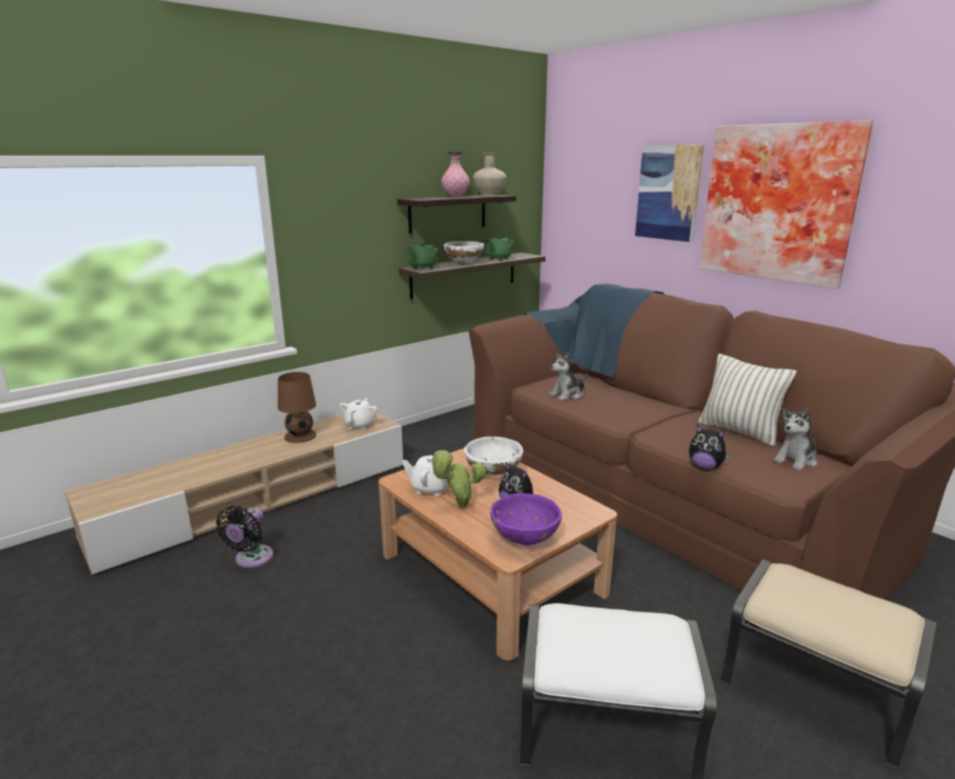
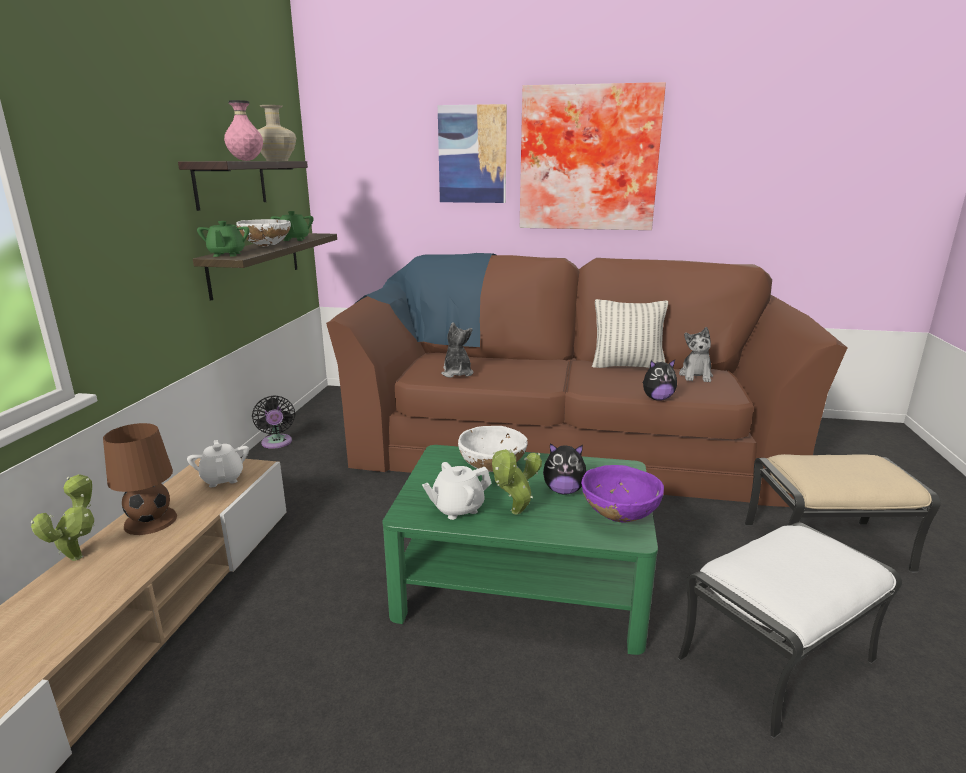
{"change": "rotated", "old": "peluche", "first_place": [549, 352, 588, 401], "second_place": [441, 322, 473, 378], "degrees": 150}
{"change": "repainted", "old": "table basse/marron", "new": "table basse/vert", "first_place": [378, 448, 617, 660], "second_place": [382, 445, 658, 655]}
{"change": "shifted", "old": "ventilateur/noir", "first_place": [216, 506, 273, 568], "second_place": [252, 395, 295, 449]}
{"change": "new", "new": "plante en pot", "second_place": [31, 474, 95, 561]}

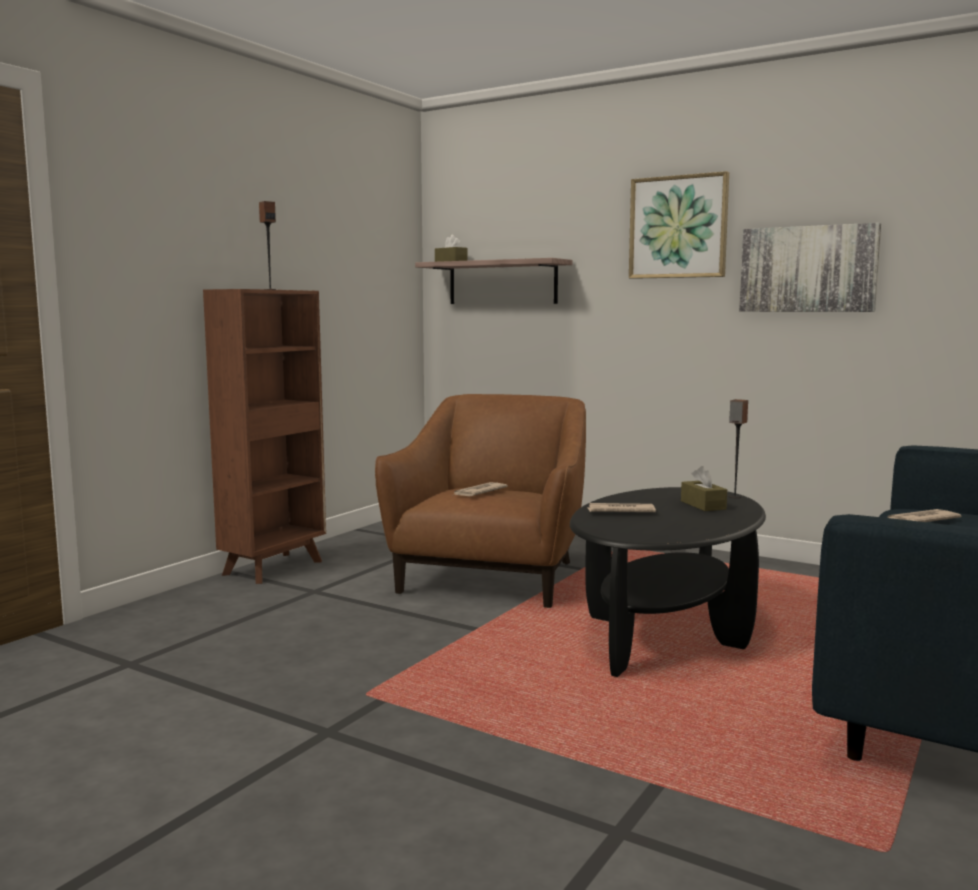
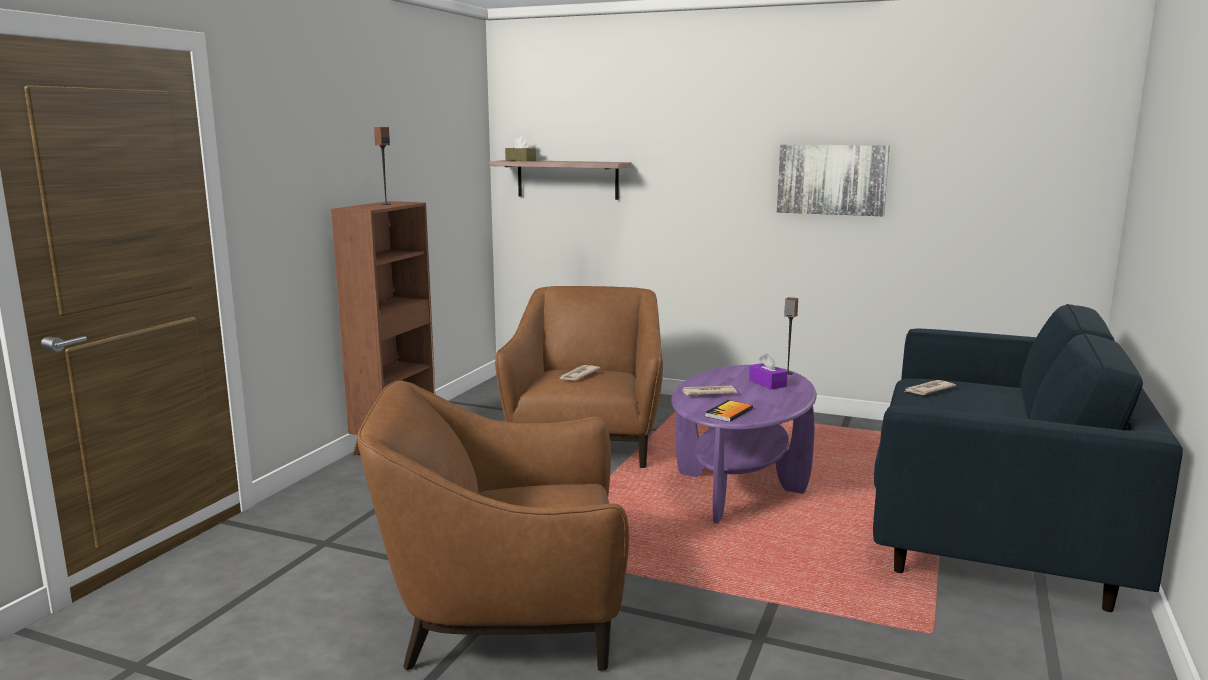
{"change": "gone", "old": "tableau", "first_place": [629, 171, 729, 279]}
{"change": "repainted", "old": "boîte à mouchoirs/marron", "new": "boîte à mouchoirs/violet", "first_place": [681, 466, 727, 511], "second_place": [749, 353, 787, 389]}
{"change": "repainted", "old": "table basse/noir", "new": "table basse/violet", "first_place": [570, 487, 766, 677], "second_place": [671, 365, 817, 523]}
{"change": "new", "new": "fauteuil/marron", "second_place": [358, 381, 629, 671]}
{"change": "new", "new": "livre", "second_place": [705, 400, 753, 422]}

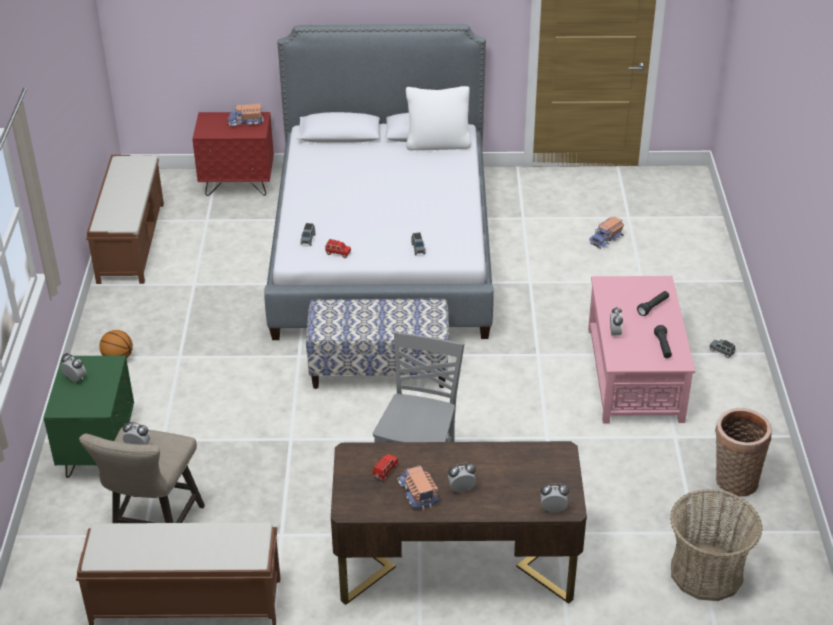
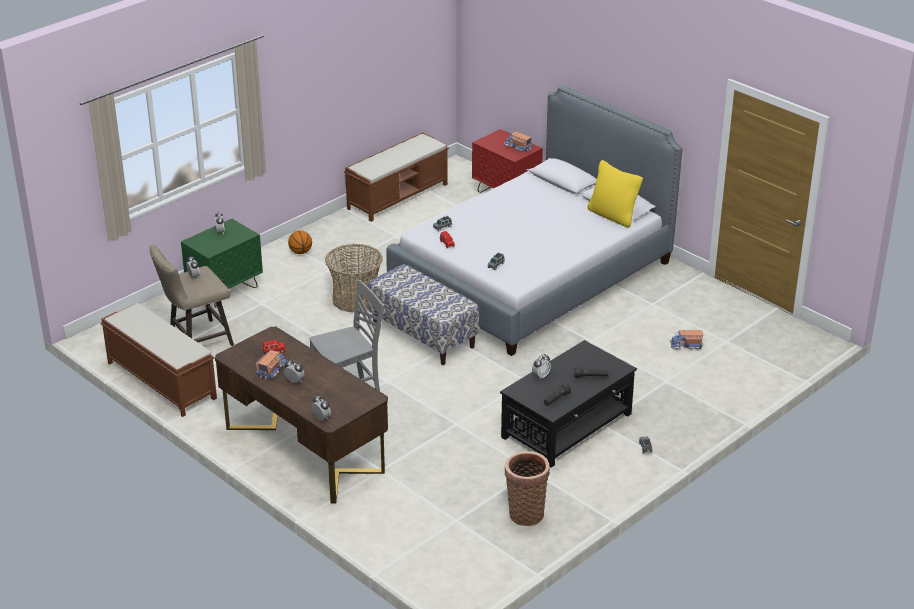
{"change": "repainted", "old": "coussin/blanc", "new": "coussin/jaune", "first_place": [406, 86, 471, 150], "second_place": [587, 160, 643, 227]}
{"change": "repainted", "old": "table basse/rose", "new": "table basse/noir", "first_place": [588, 276, 695, 424], "second_place": [500, 340, 637, 468]}
{"change": "shifted", "old": "panier", "first_place": [670, 489, 763, 601], "second_place": [325, 243, 383, 313]}

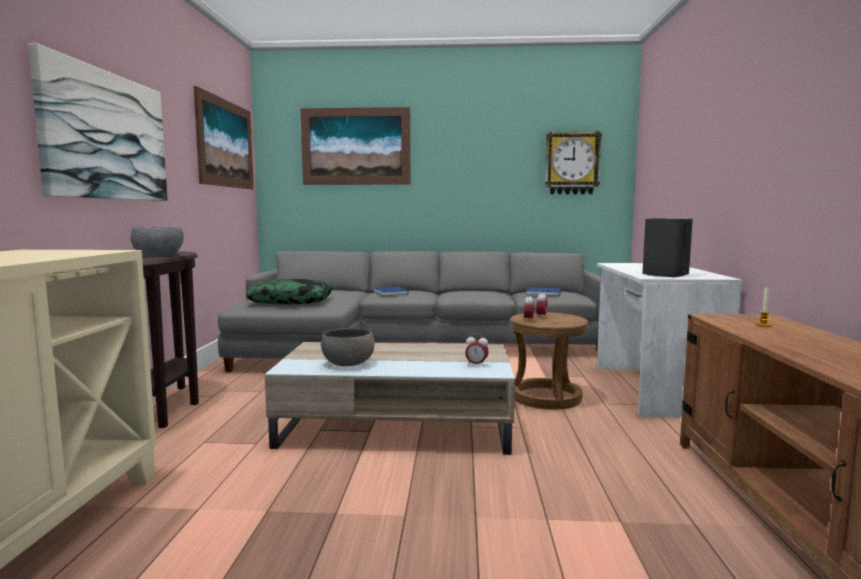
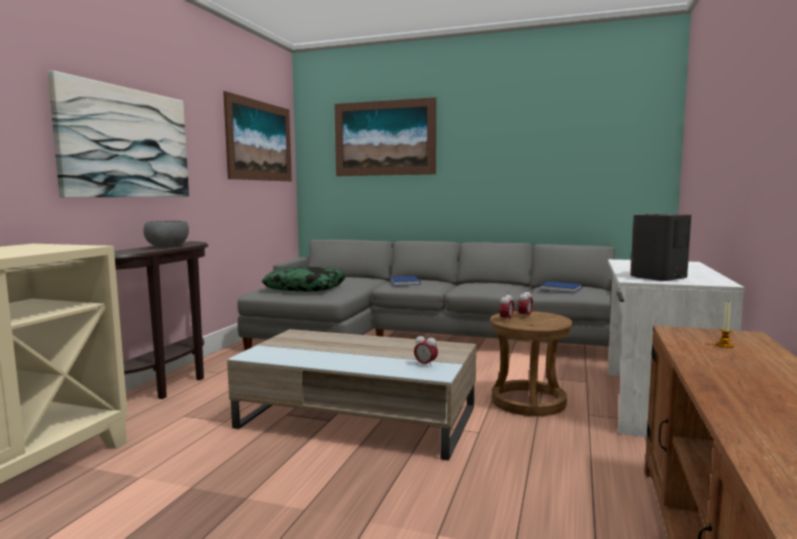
{"change": "gone", "old": "horloge murale", "first_place": [545, 131, 602, 194]}
{"change": "gone", "old": "bol/gris", "first_place": [321, 328, 374, 366]}

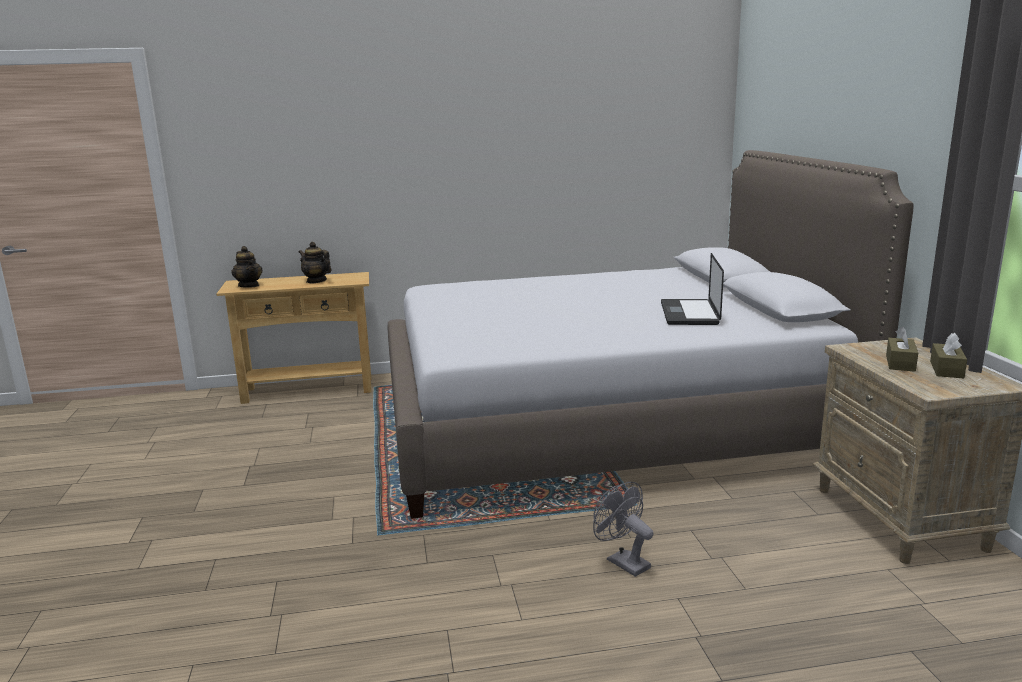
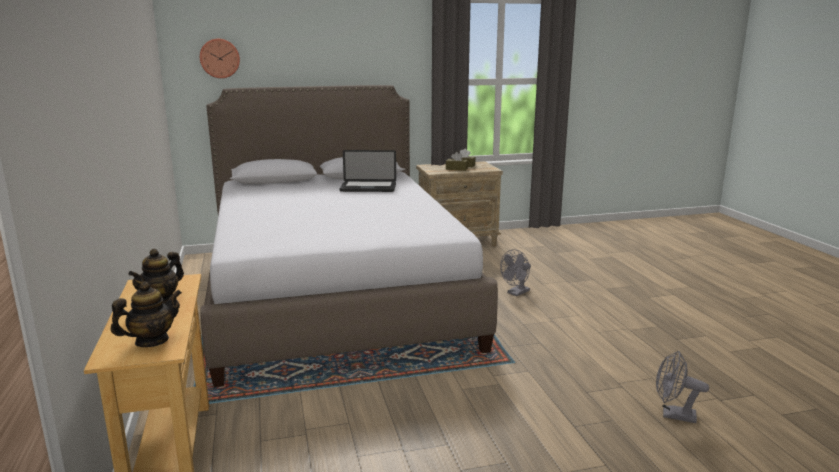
{"change": "new", "new": "horloge murale", "second_place": [200, 39, 240, 78]}
{"change": "new", "new": "ventilateur/gris", "second_place": [656, 351, 709, 423]}

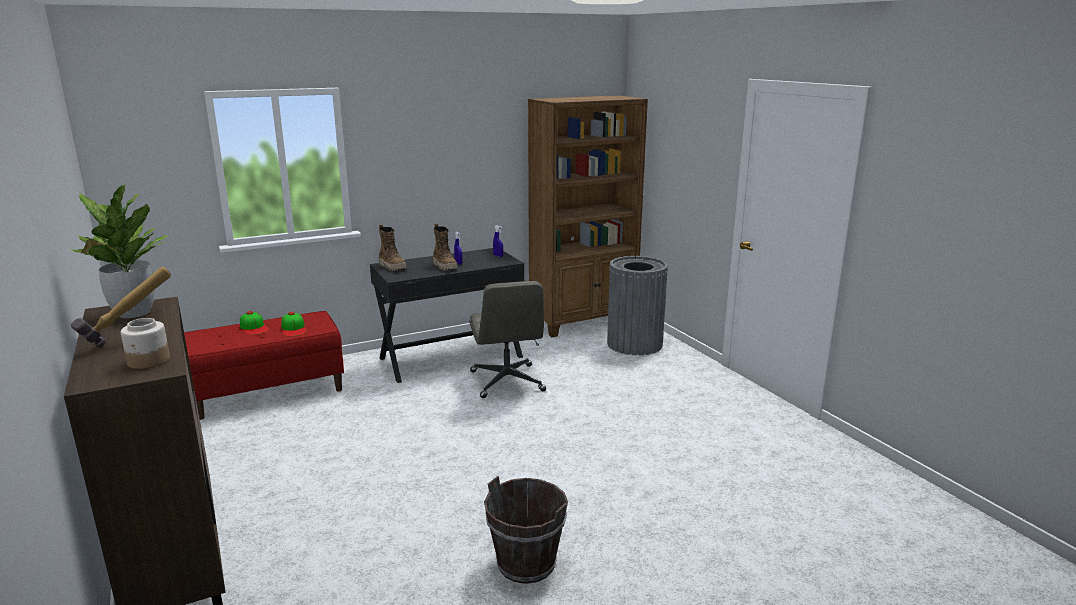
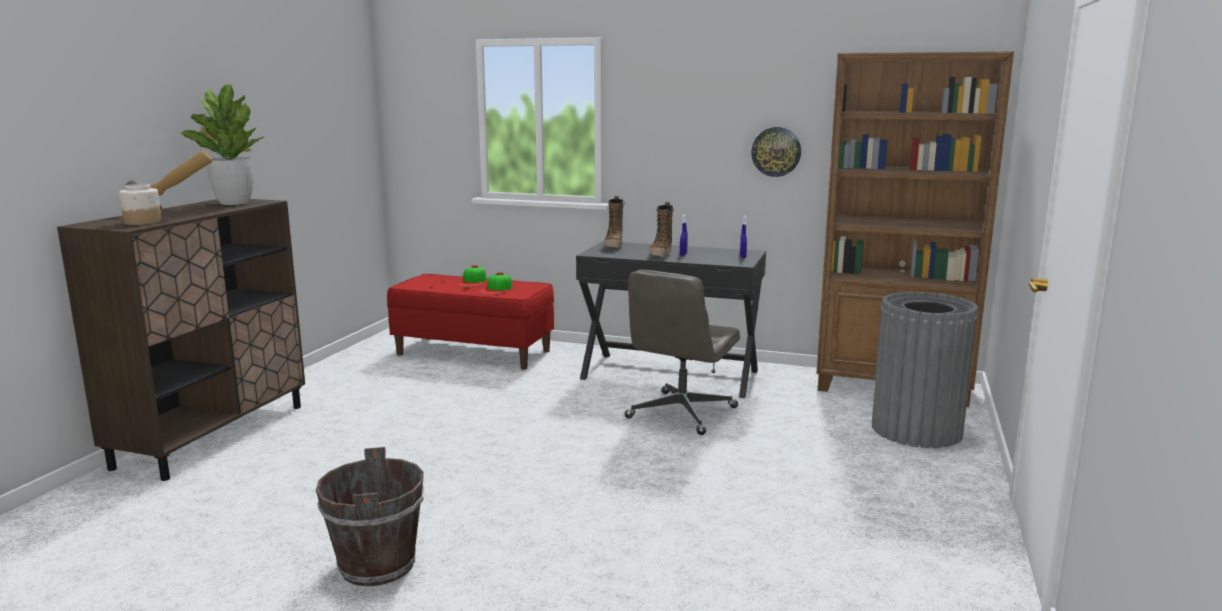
{"change": "new", "new": "horloge murale", "second_place": [751, 127, 801, 177]}

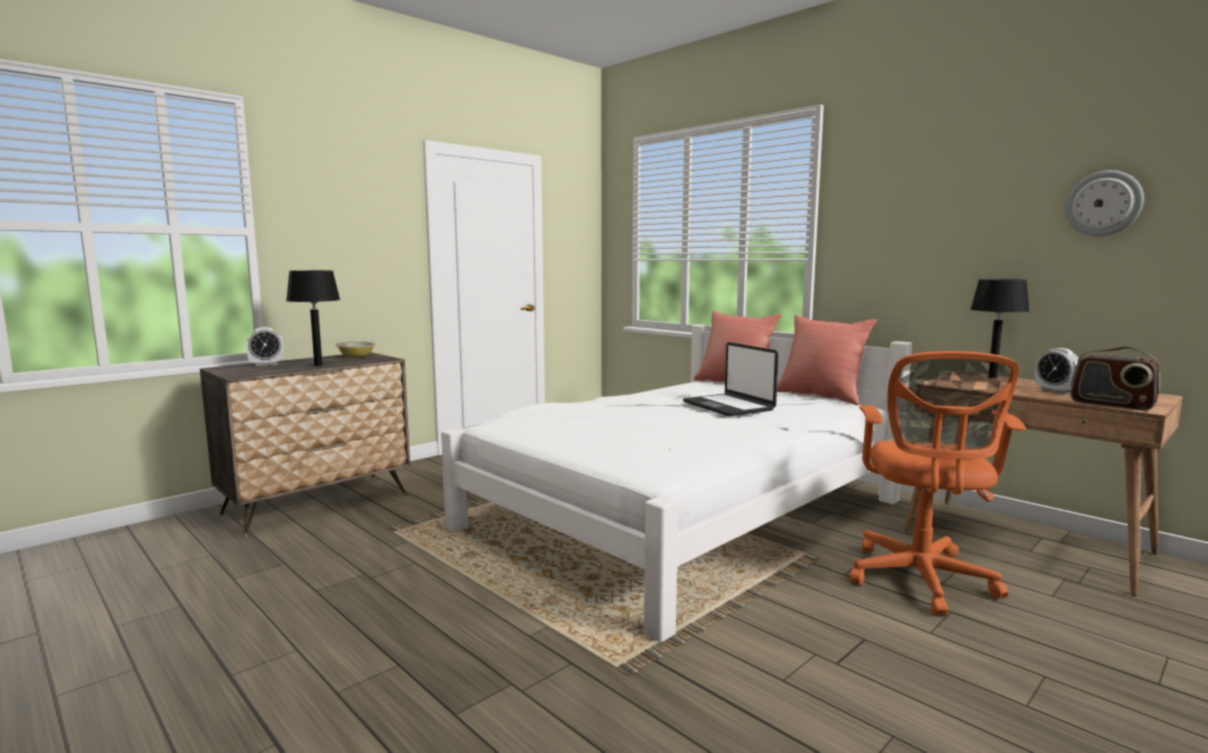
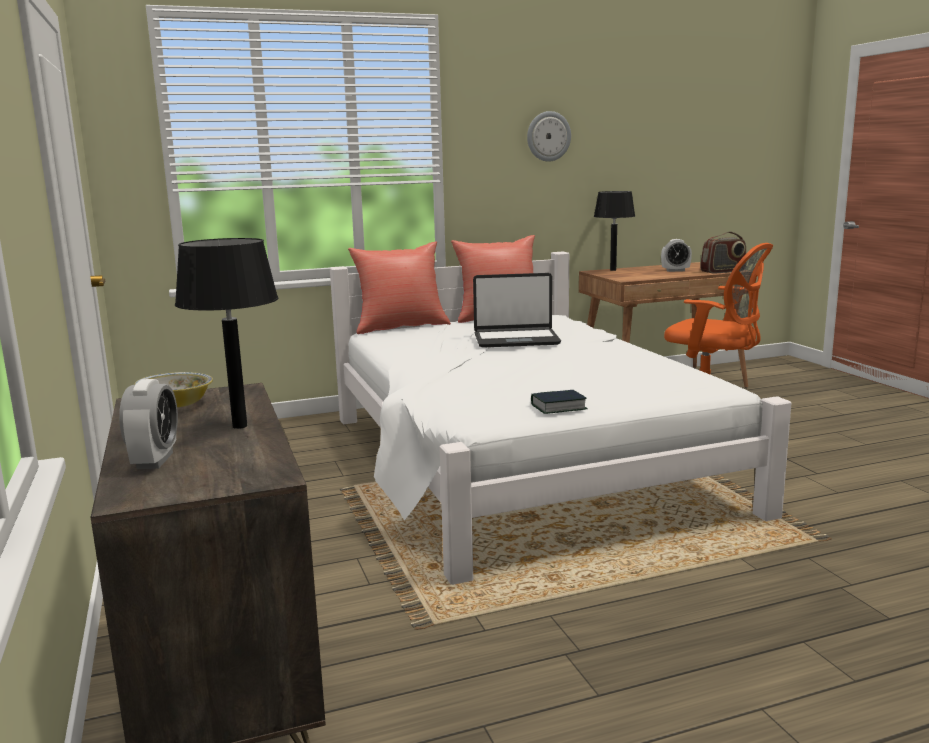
{"change": "shifted", "old": "horloge murale", "first_place": [1065, 170, 1144, 236], "second_place": [527, 111, 571, 162]}
{"change": "new", "new": "livre", "second_place": [531, 390, 587, 414]}

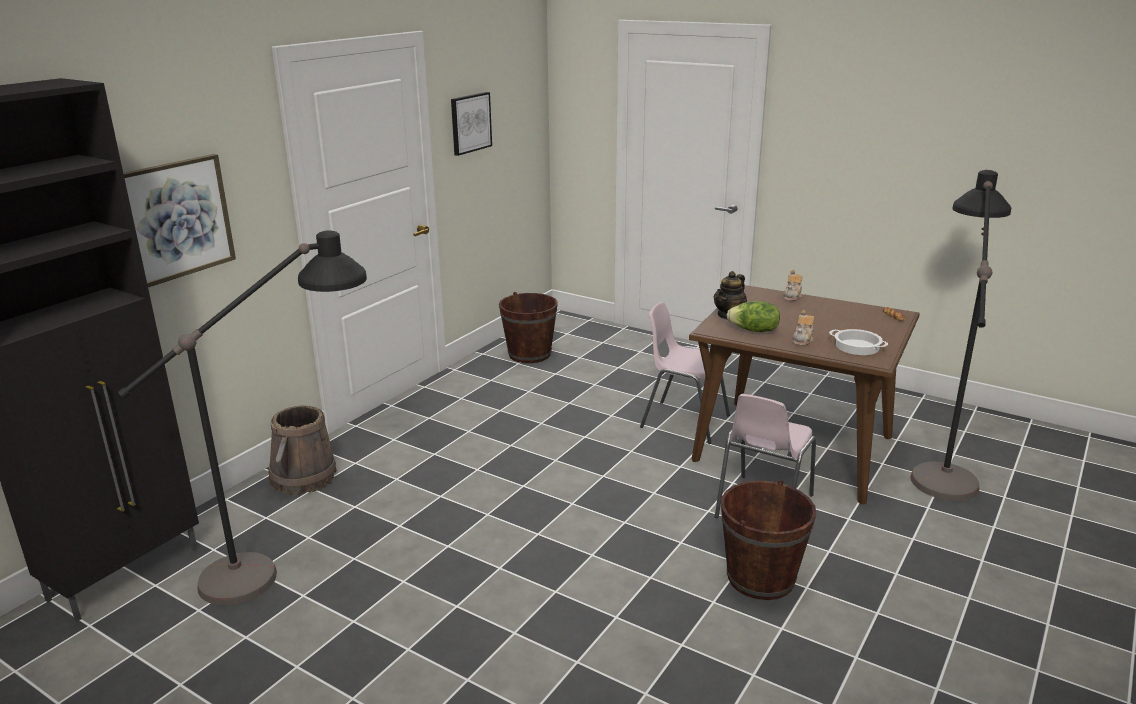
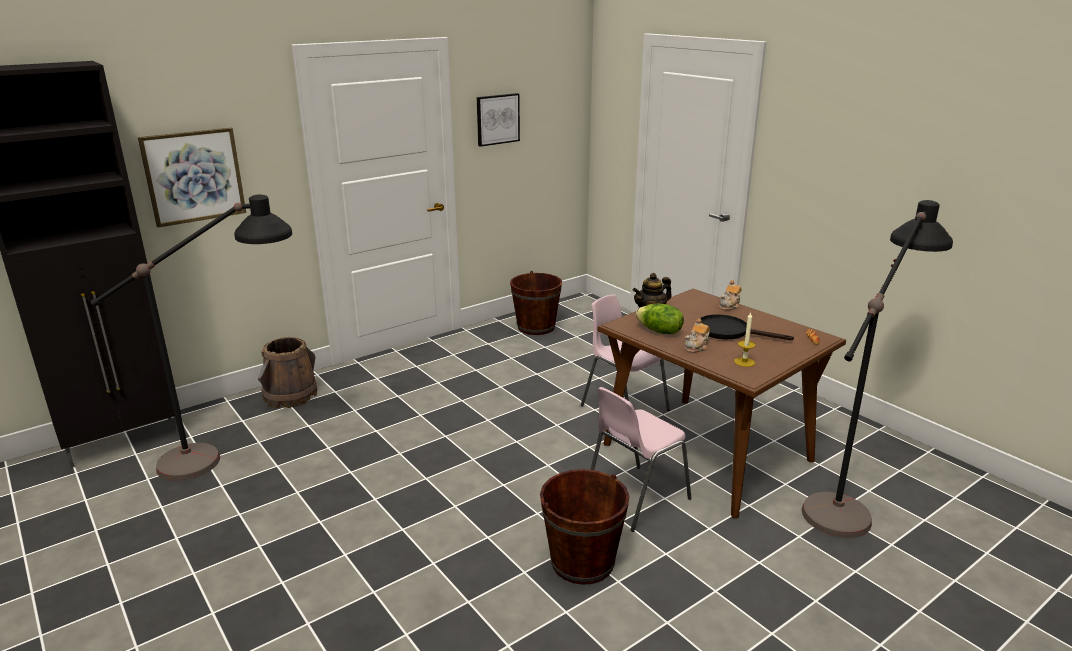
{"change": "swapped", "old": "marmite", "new": "bougie", "first_place": [829, 329, 888, 355], "second_place": [734, 312, 756, 367]}
{"change": "new", "new": "poêle/noir", "second_place": [700, 314, 794, 340]}

